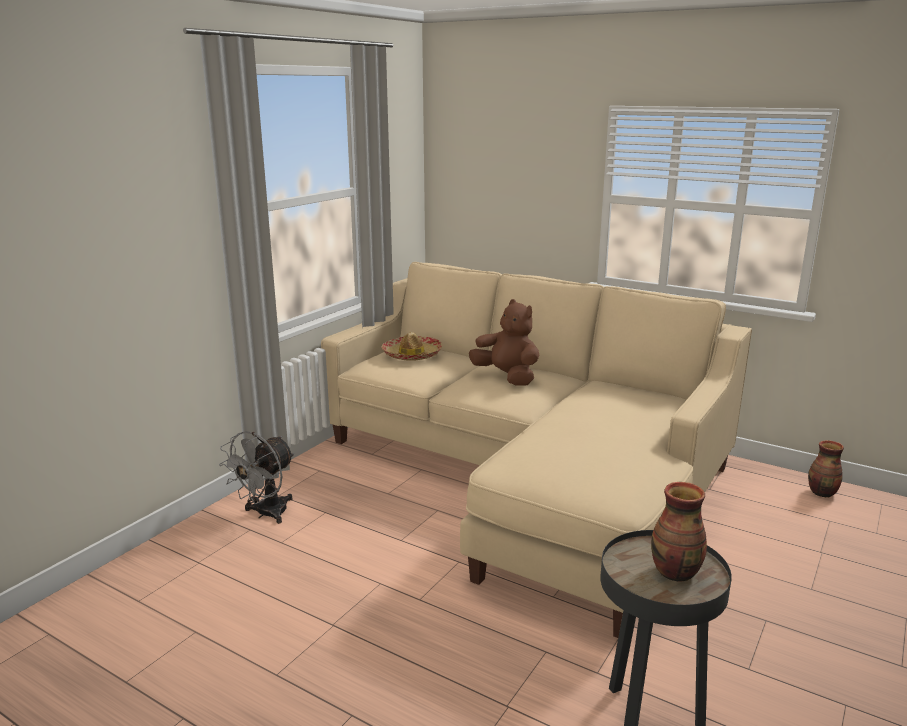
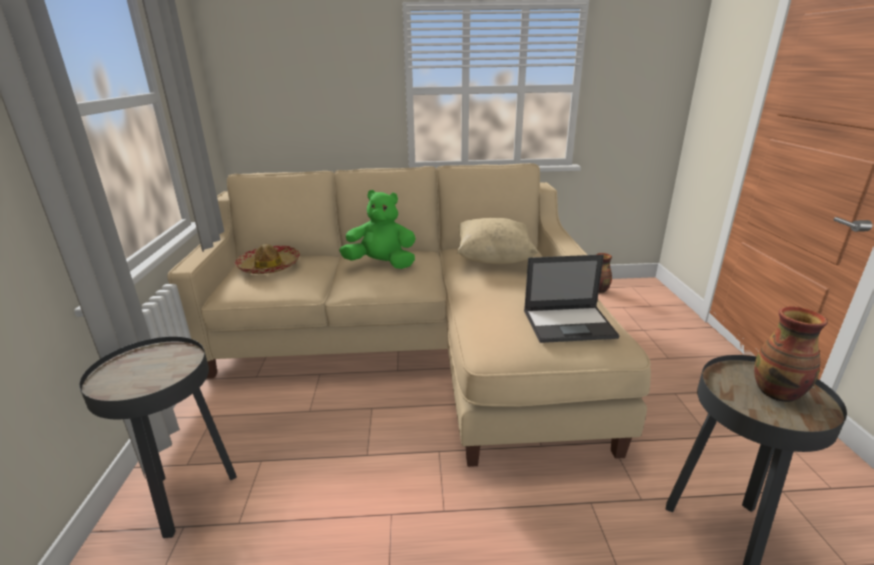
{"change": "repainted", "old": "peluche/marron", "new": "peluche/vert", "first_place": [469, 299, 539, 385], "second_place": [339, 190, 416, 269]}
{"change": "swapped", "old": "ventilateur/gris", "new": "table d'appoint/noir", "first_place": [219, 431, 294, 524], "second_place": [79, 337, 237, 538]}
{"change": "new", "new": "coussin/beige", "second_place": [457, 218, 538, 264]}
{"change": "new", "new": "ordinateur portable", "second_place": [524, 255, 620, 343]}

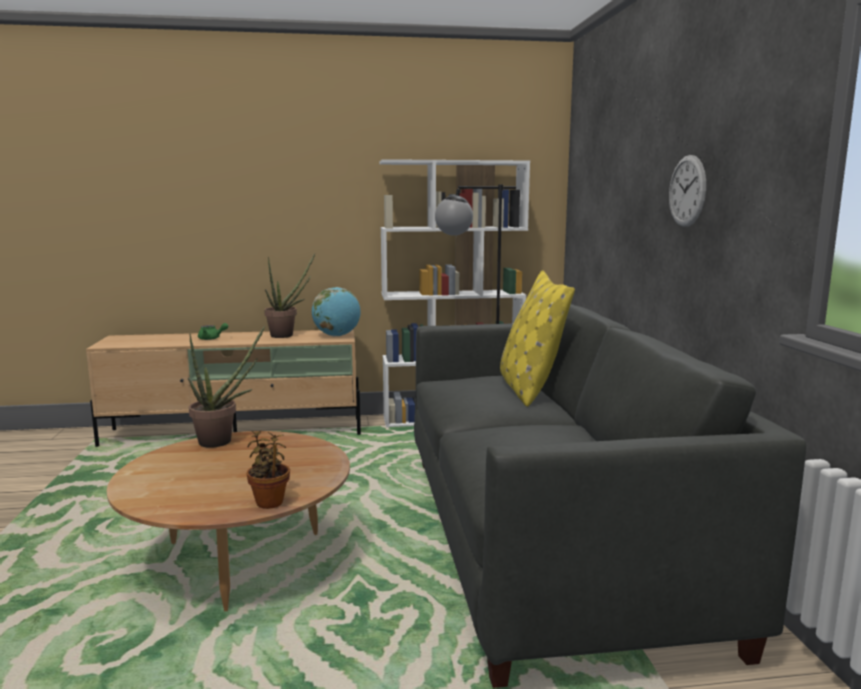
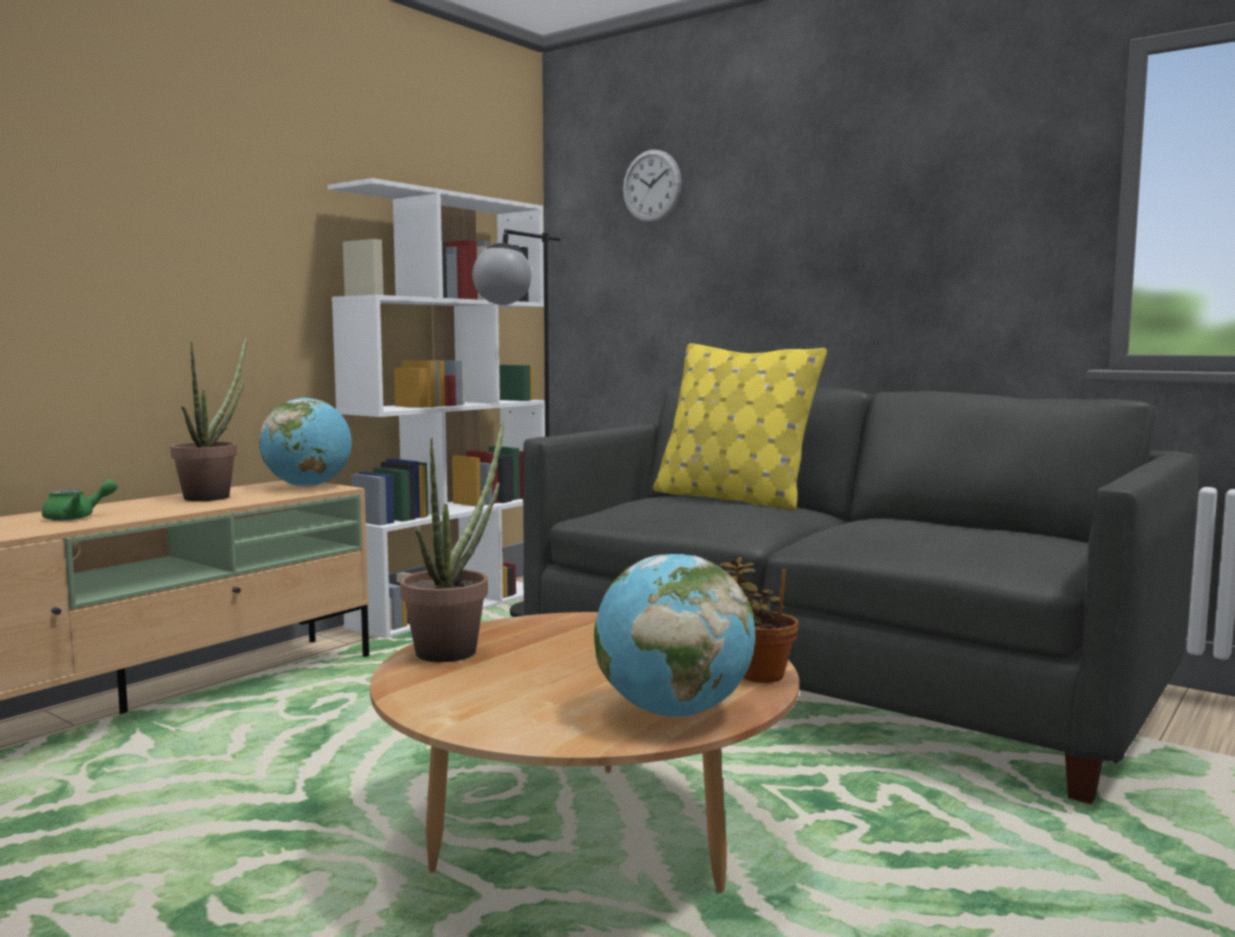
{"change": "shifted", "old": "horloge murale", "first_place": [669, 155, 706, 227], "second_place": [623, 150, 681, 223]}
{"change": "new", "new": "globe", "second_place": [594, 554, 756, 717]}

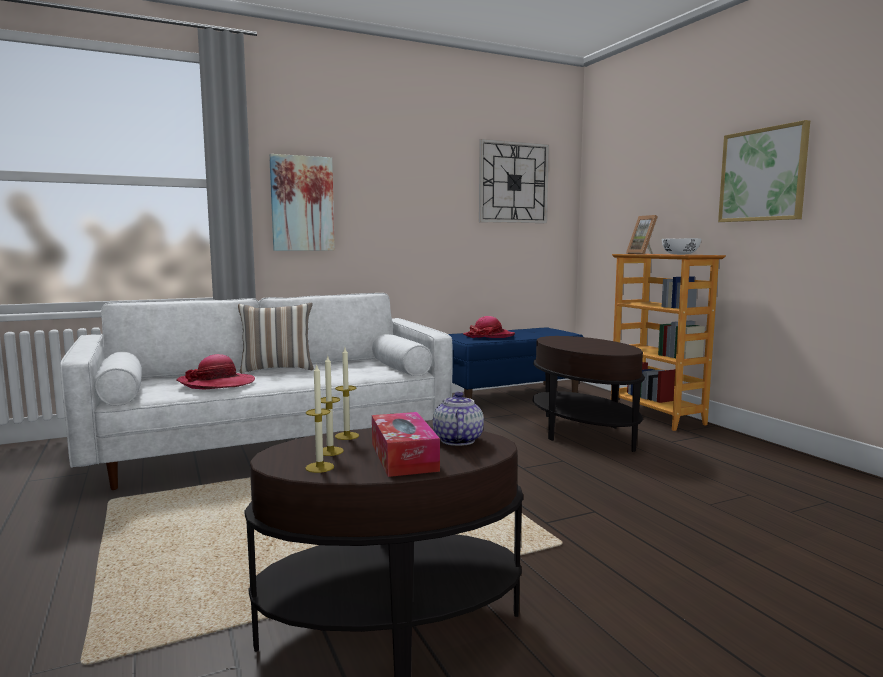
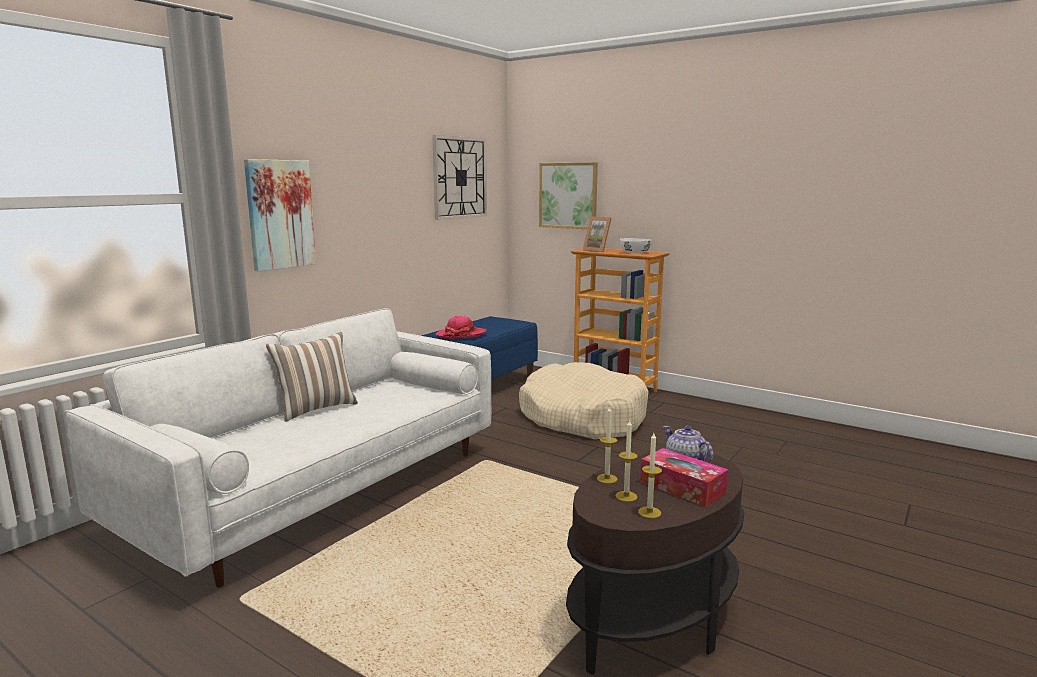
{"change": "shifted", "old": "tableau", "first_place": [718, 120, 810, 222], "second_place": [539, 162, 598, 229]}
{"change": "swapped", "old": "table d'appoint/marron", "new": "panier pour chien/beige", "first_place": [533, 336, 645, 452], "second_place": [519, 362, 649, 440]}
{"change": "gone", "old": "chapeau", "first_place": [177, 354, 255, 390]}

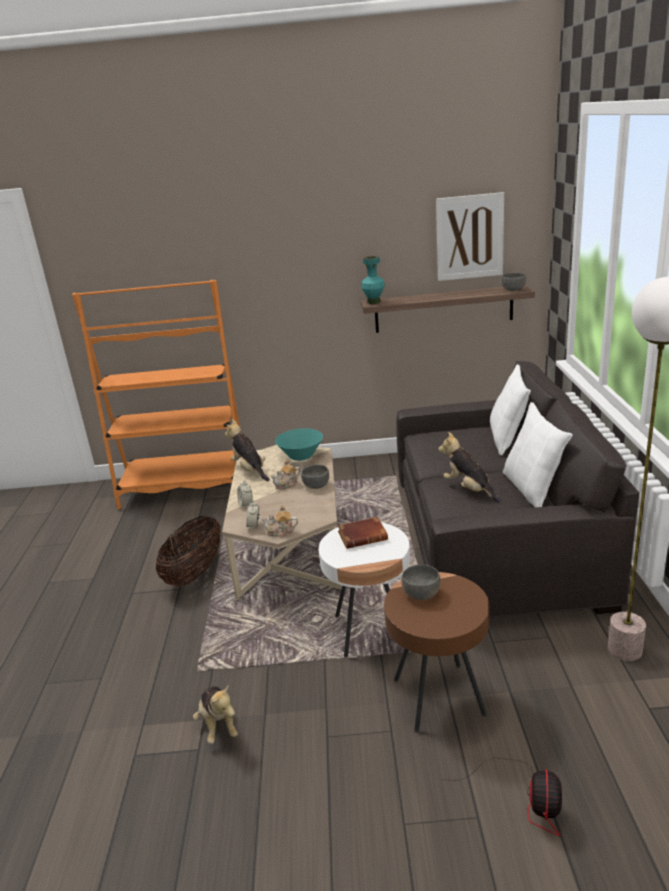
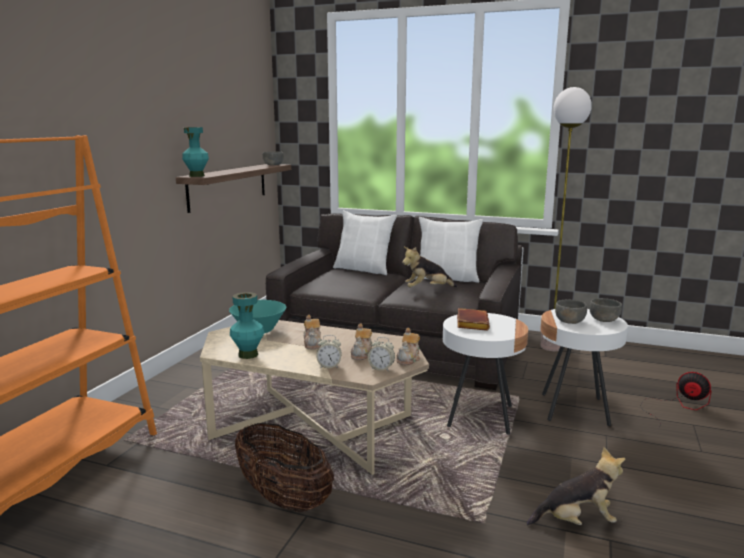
{"change": "gone", "old": "tableau", "first_place": [436, 192, 504, 281]}
{"change": "swapped", "old": "peluche", "new": "vase/turquoise", "first_place": [225, 419, 270, 481], "second_place": [230, 292, 264, 359]}
{"change": "shifted", "old": "bol/gris", "first_place": [301, 465, 329, 489], "second_place": [589, 298, 622, 322]}
{"change": "repainted", "old": "table d'appoint/marron", "new": "table d'appoint/blanc", "first_place": [384, 572, 490, 732], "second_place": [540, 309, 628, 426]}
{"change": "new", "new": "théière", "second_place": [351, 323, 372, 360]}

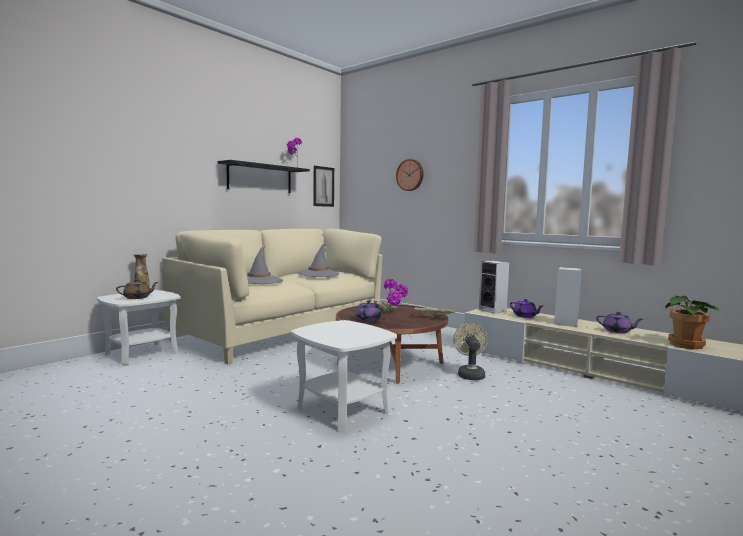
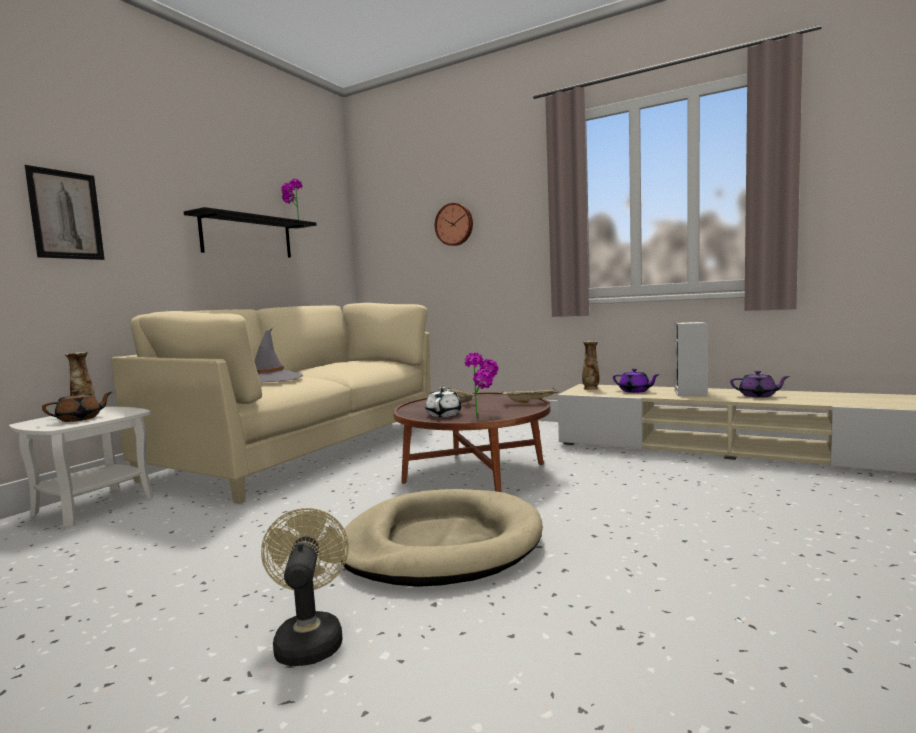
{"change": "shifted", "old": "tableau", "first_place": [314, 166, 334, 207], "second_place": [25, 165, 105, 260]}
{"change": "gone", "old": "chapeau/gris", "first_place": [298, 243, 340, 277]}
{"change": "swapped", "old": "enceinte", "new": "vase", "first_place": [479, 261, 509, 313], "second_place": [582, 341, 599, 390]}
{"change": "gone", "old": "plante en pot", "first_place": [665, 295, 719, 349]}
{"change": "repainted", "old": "théière/violet", "new": "théière/blanc", "first_place": [356, 300, 381, 322], "second_place": [425, 387, 461, 417]}
{"change": "swapped", "old": "table d'appoint/blanc", "new": "panier pour chien/beige", "first_place": [291, 320, 397, 432], "second_place": [341, 489, 543, 587]}
{"change": "shifted", "old": "ventilateur/beige", "first_place": [453, 322, 488, 380], "second_place": [261, 508, 349, 666]}

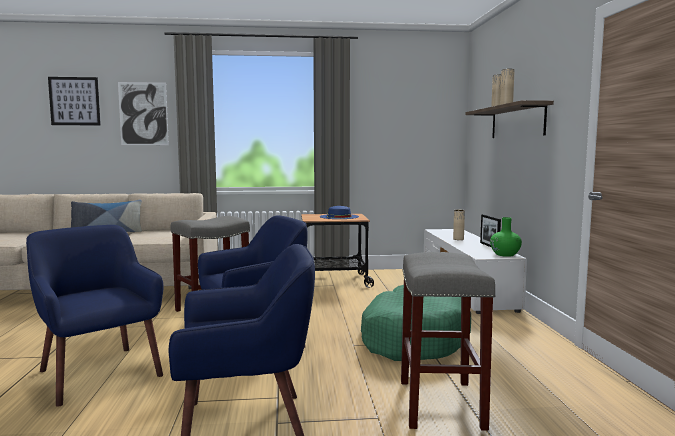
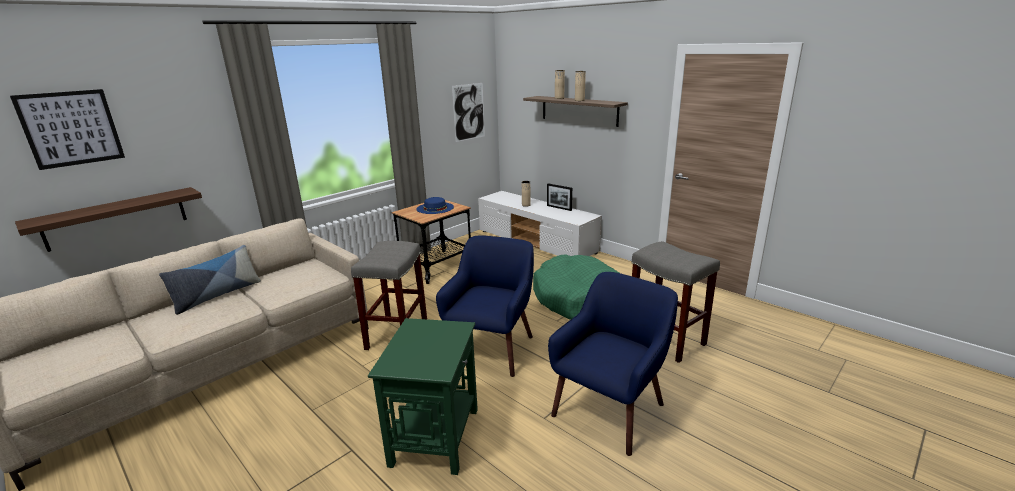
{"change": "shifted", "old": "tableau", "first_place": [118, 82, 169, 145], "second_place": [452, 83, 485, 142]}
{"change": "gone", "old": "vase/vert", "first_place": [490, 217, 522, 257]}
{"change": "swapped", "old": "fauteuil/bleu", "new": "table d'appoint/vert", "first_place": [26, 225, 163, 407], "second_place": [368, 318, 478, 475]}
{"change": "new", "new": "étagère", "second_place": [15, 187, 202, 252]}

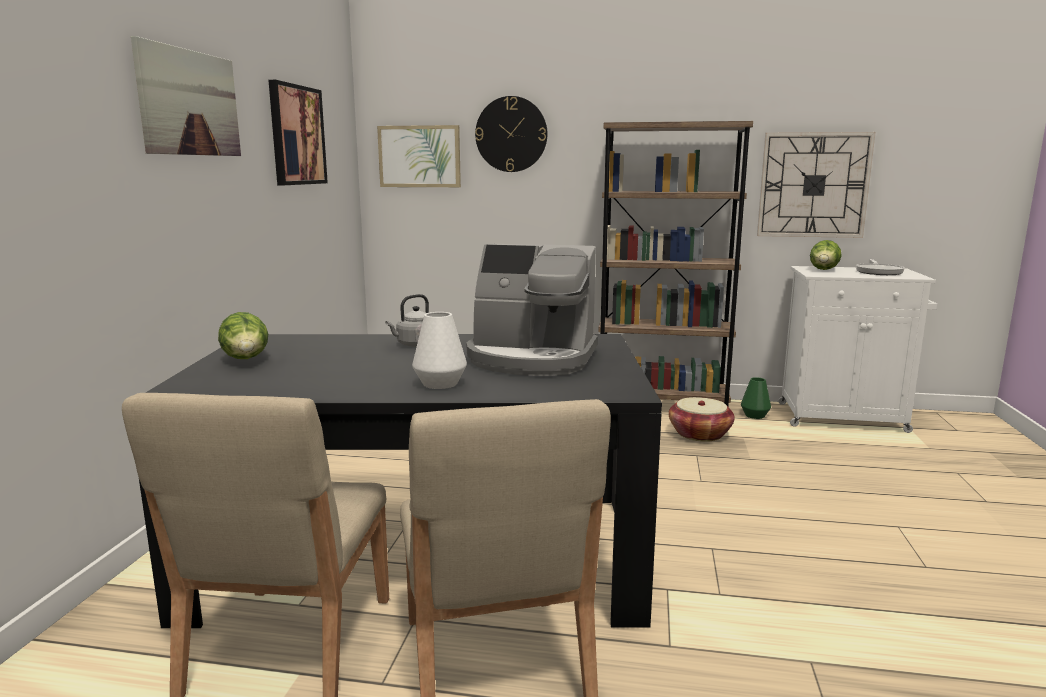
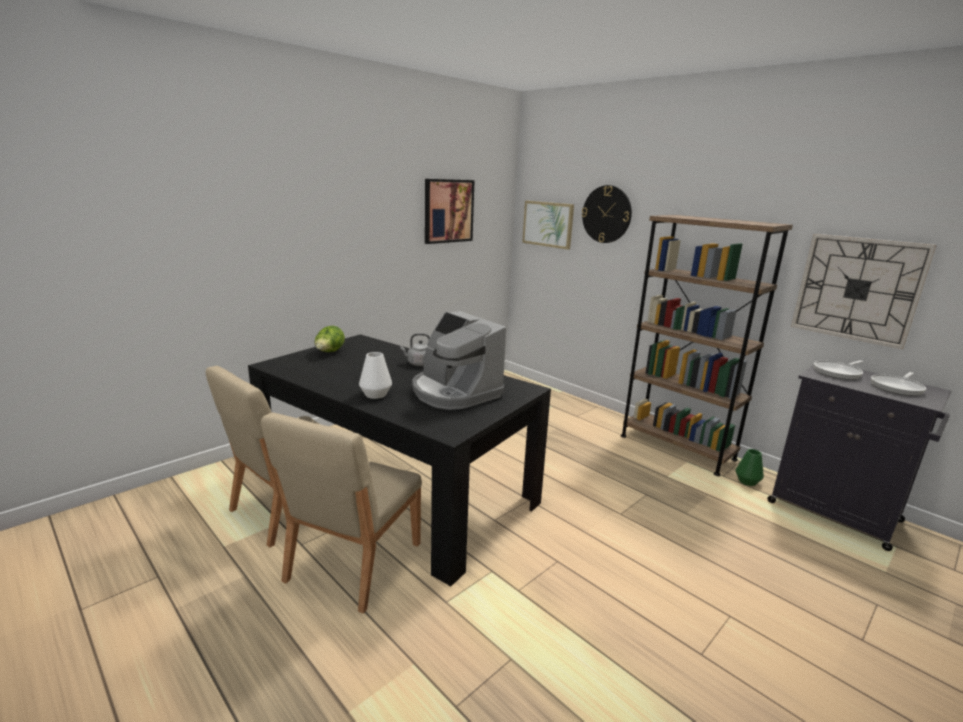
{"change": "gone", "old": "tableau", "first_place": [131, 36, 241, 156]}
{"change": "swapped", "old": "laitue", "new": "poêle", "first_place": [810, 240, 842, 270], "second_place": [814, 360, 864, 380]}
{"change": "repainted", "old": "meuble de rangement/blanc", "new": "meuble de rangement/noir", "first_place": [778, 266, 937, 433], "second_place": [767, 360, 951, 551]}
{"change": "gone", "old": "panier", "first_place": [669, 397, 735, 442]}

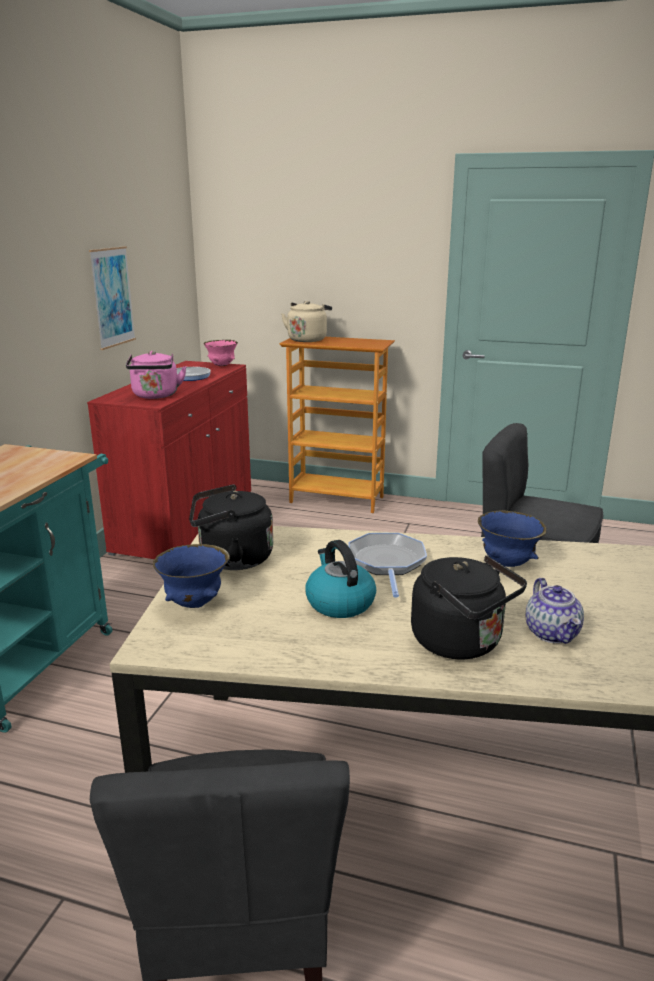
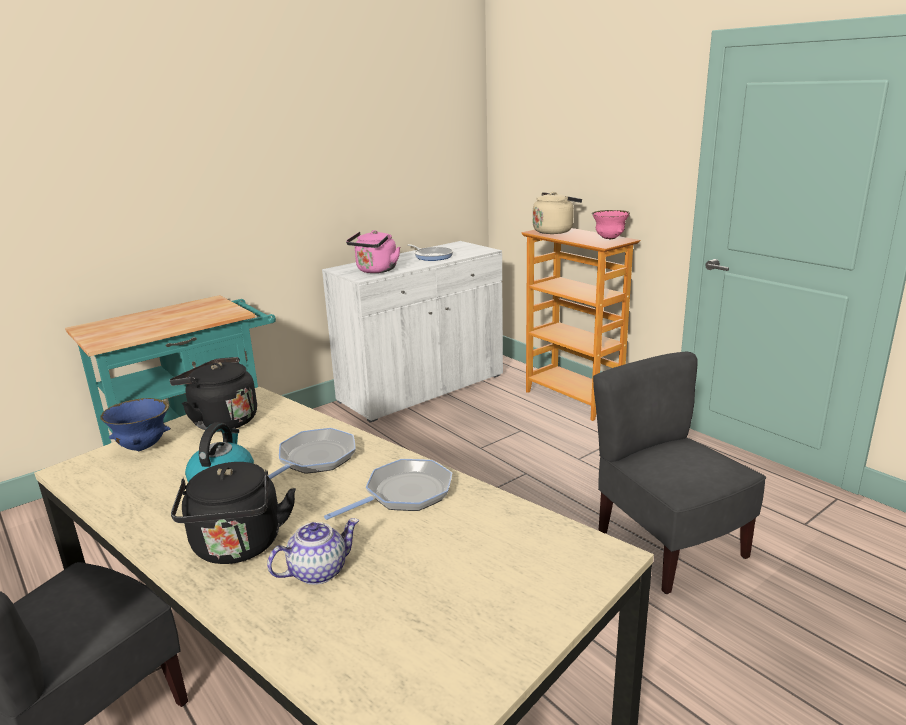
{"change": "gone", "old": "tableau", "first_place": [89, 246, 136, 350]}
{"change": "shifted", "old": "bol/rose", "first_place": [203, 340, 238, 366], "second_place": [592, 210, 630, 239]}
{"change": "repainted", "old": "meuble de rangement/rouge", "new": "meuble de rangement/blanc", "first_place": [87, 361, 251, 559], "second_place": [322, 241, 503, 423]}
{"change": "swapped", "old": "bol/bleu", "new": "poêle", "first_place": [478, 510, 547, 567], "second_place": [324, 459, 452, 520]}
{"change": "rotated", "old": "théière", "first_place": [526, 578, 584, 644], "second_place": [267, 518, 359, 585], "degrees": -150}

